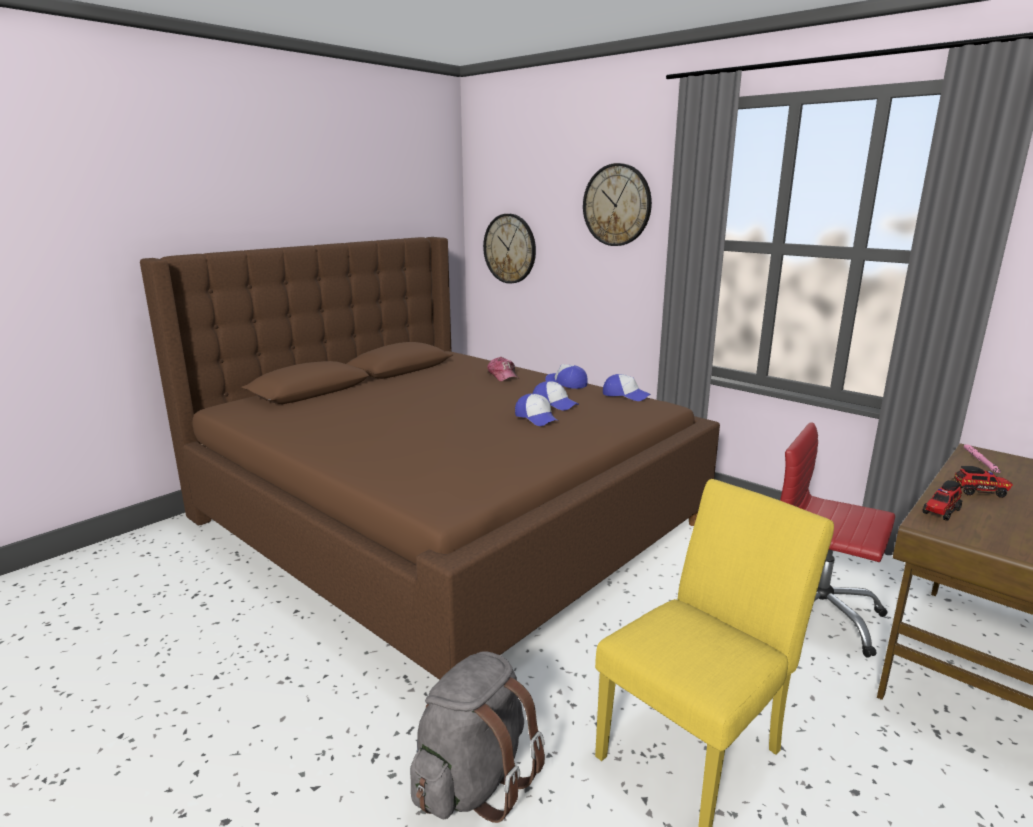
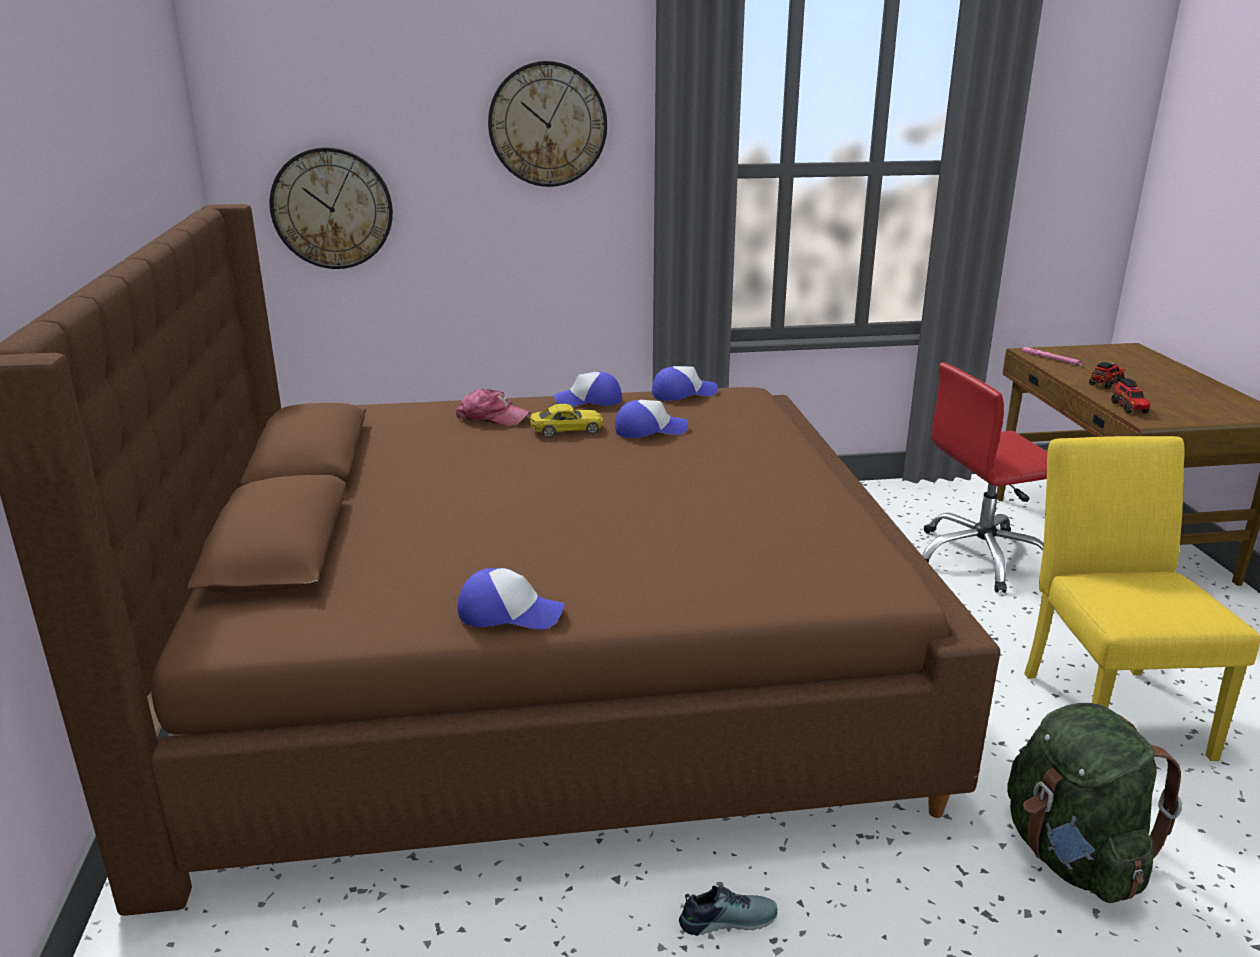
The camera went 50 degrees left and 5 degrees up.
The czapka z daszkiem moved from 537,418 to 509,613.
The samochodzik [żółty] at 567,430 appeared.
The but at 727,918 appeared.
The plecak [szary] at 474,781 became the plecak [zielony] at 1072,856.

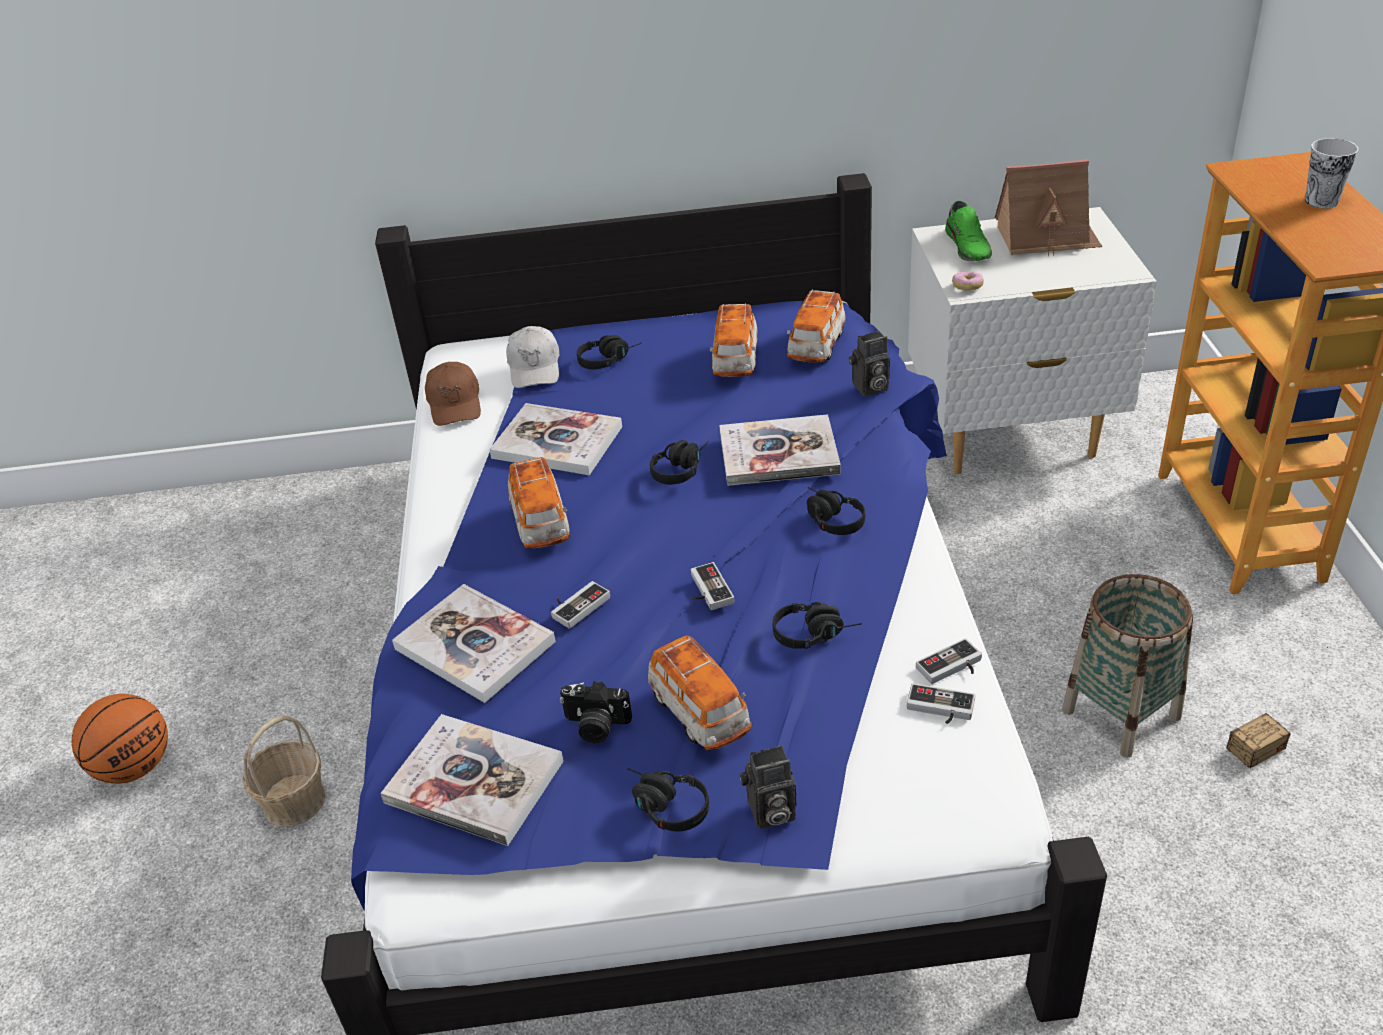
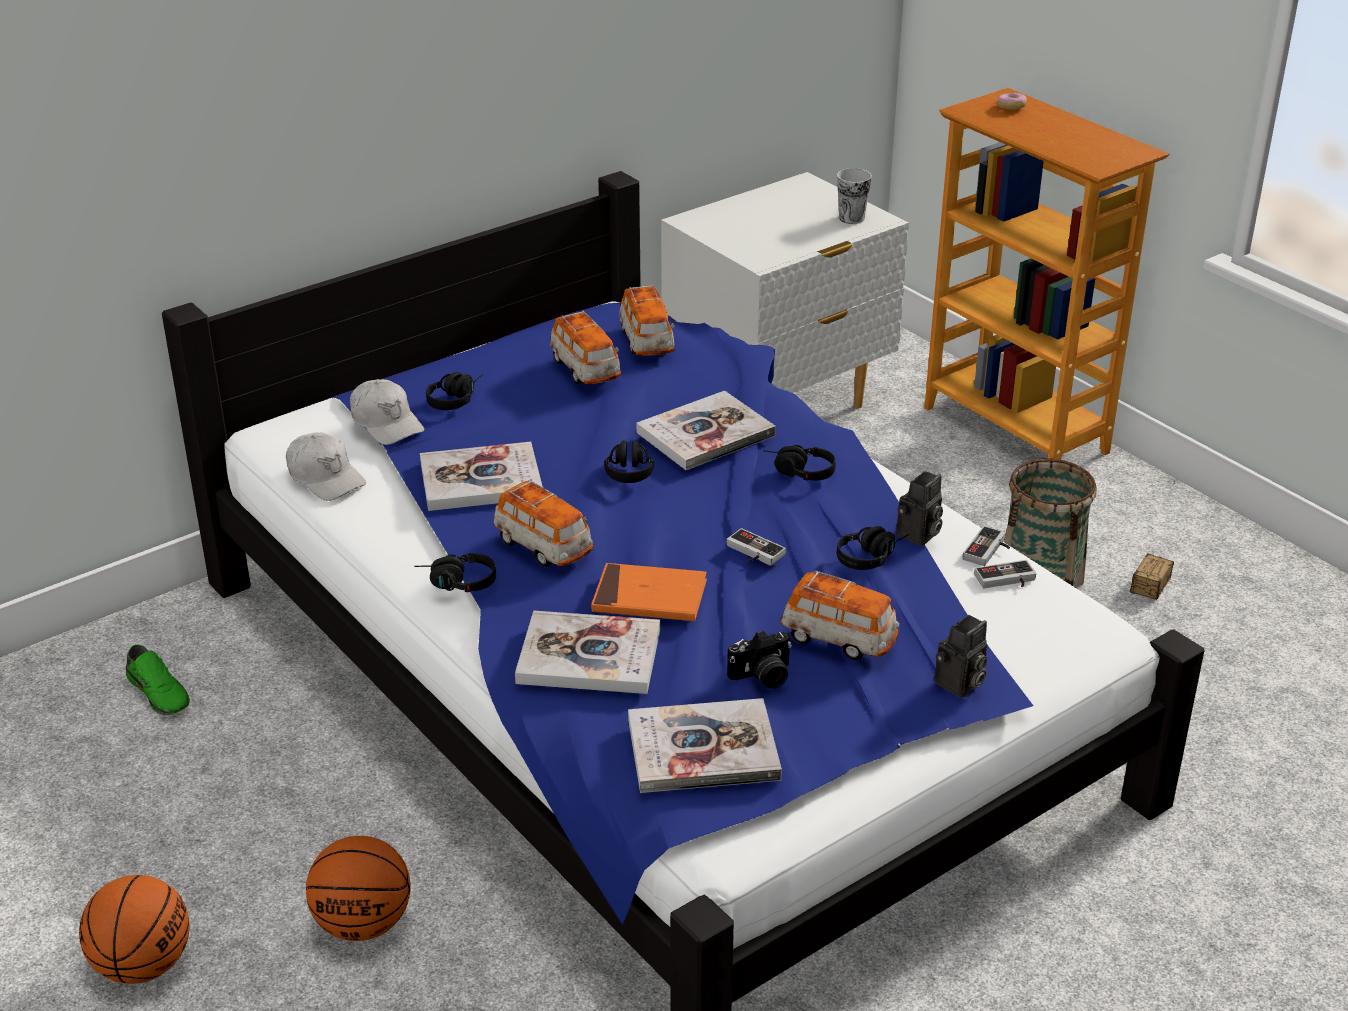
The camera went 35 degrees left and 5 degrees down.
The but [zielony] moved from 969,246 to 160,692.
The czapka z daszkiem [brązowy] at 455,403 became the czapka z daszkiem [biały] at 325,477.
The koszyk at 294,801 was replaced by the piłka do koszykówki at 363,924.
The słuchawki [czarny] moved from 663,806 to 455,584.
The pad do gier at 577,605 was replaced by the książka [pomarańczowy] at 649,598.
The filiżanka moved from 1321,201 to 851,218.
The aparat fotograficzny moved from 869,388 to 918,536.
The donut moved from 967,287 to 1011,107.
The domek at 1046,237 disappeared.

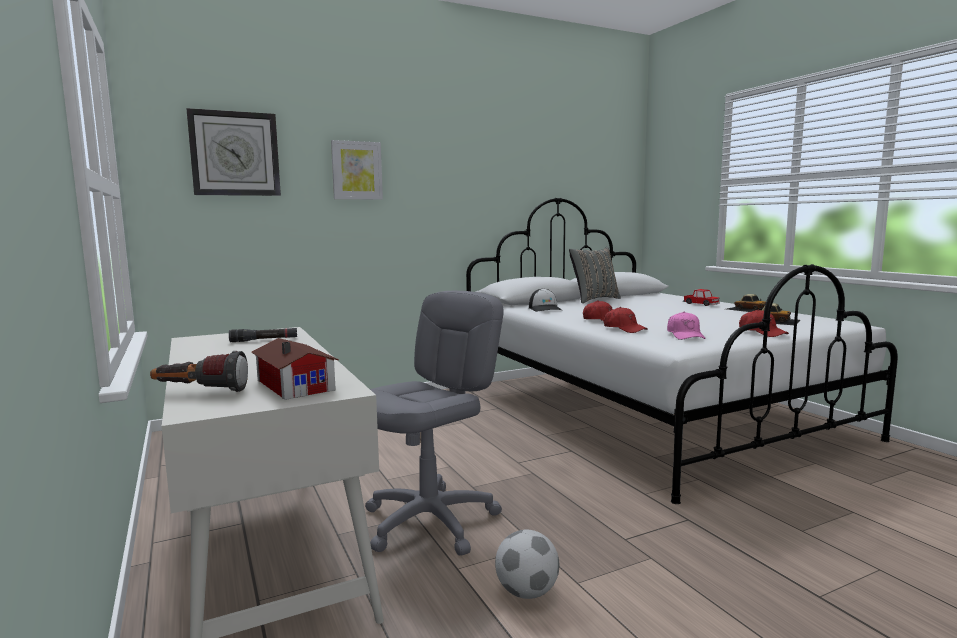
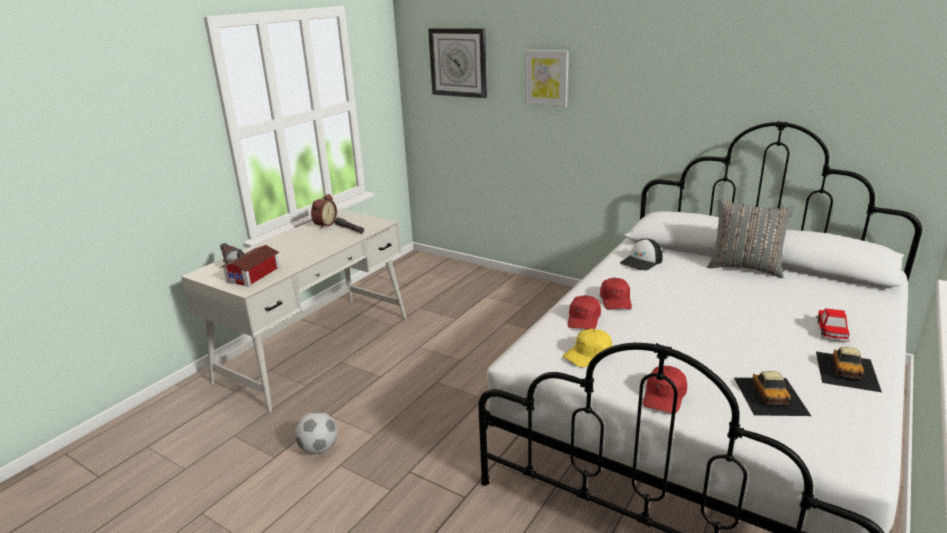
The camera went 60 degrees right and 15 degrees up.
The budzik at 324,224 appeared.
The czapka z daszkiem [różowy] at 685,335 became the czapka z daszkiem [żółty] at 588,354.
The krzesło biurowe [szary] at 430,521 disappeared.

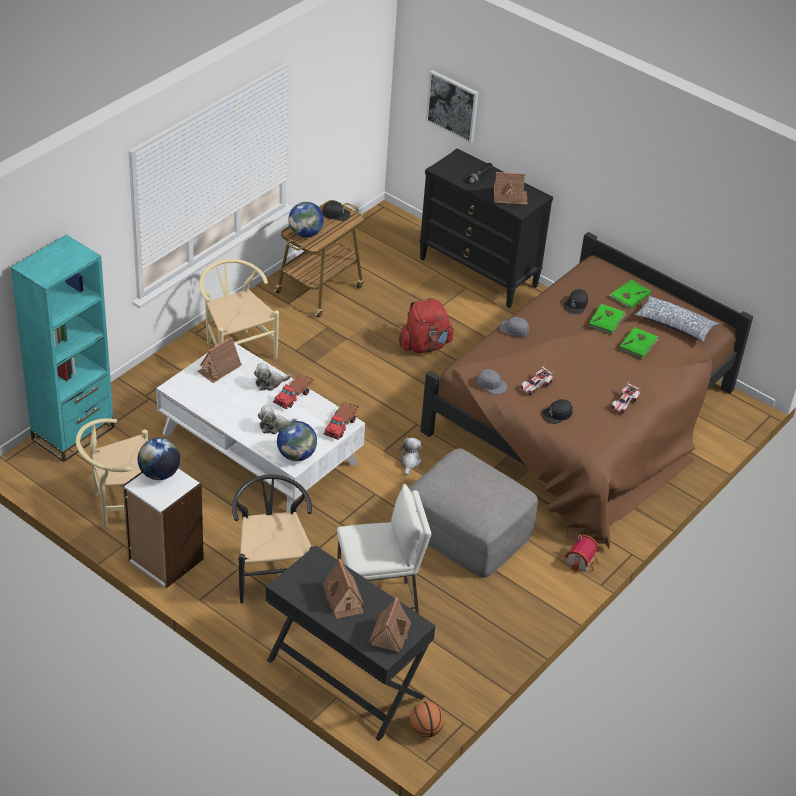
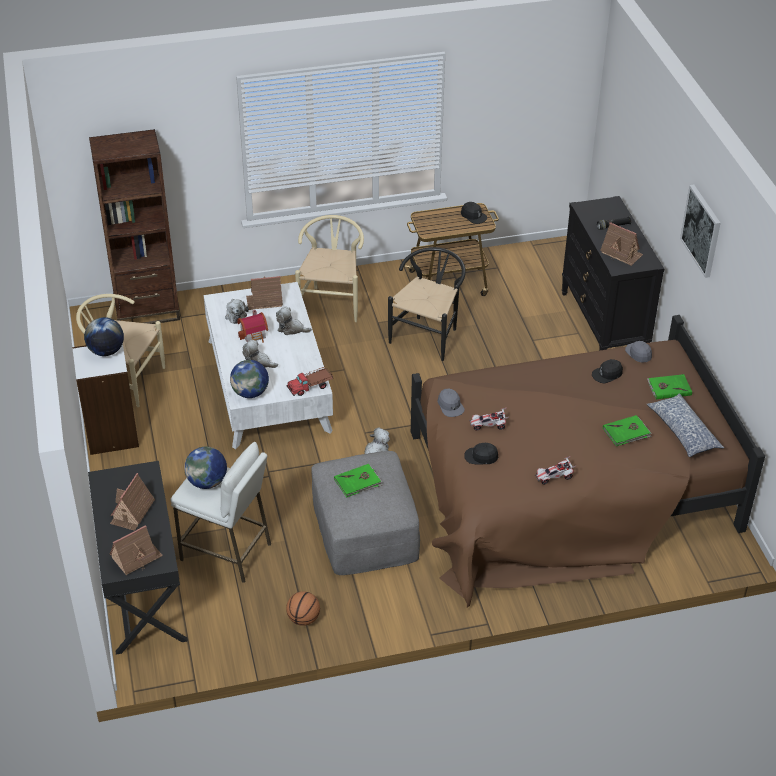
The camera went 40 degrees right and 0 degrees up.
The regał [turkusowy] at 73,433 became the regał [brązowy] at 147,311.
The globus moved from 305,233 to 207,482.
The pluszak at 236,315 appeared.
The domek moved from 582,561 to 254,335.
The piłka do koszykówki moved from 425,730 to 303,619.
The książka [zielony] moved from 606,320 to 358,482.
The krzesło [czarny] moved from 271,572 to 428,334.
The czapka z daszkiem [szary] moved from 514,329 to 638,353.
The obraz moved from 453,106 to 702,230.
The ciężarówka zabawkowa at 293,396 disappeared.
The plecak [czerwony] at 424,345 disappeared.

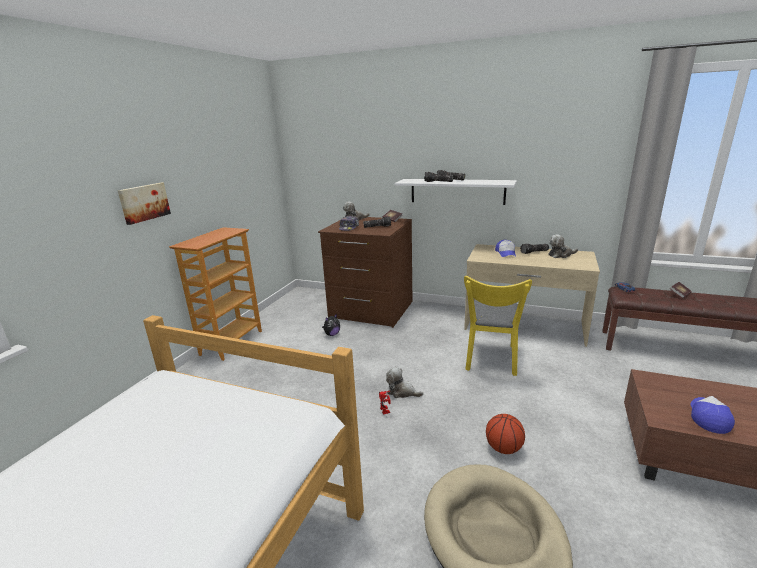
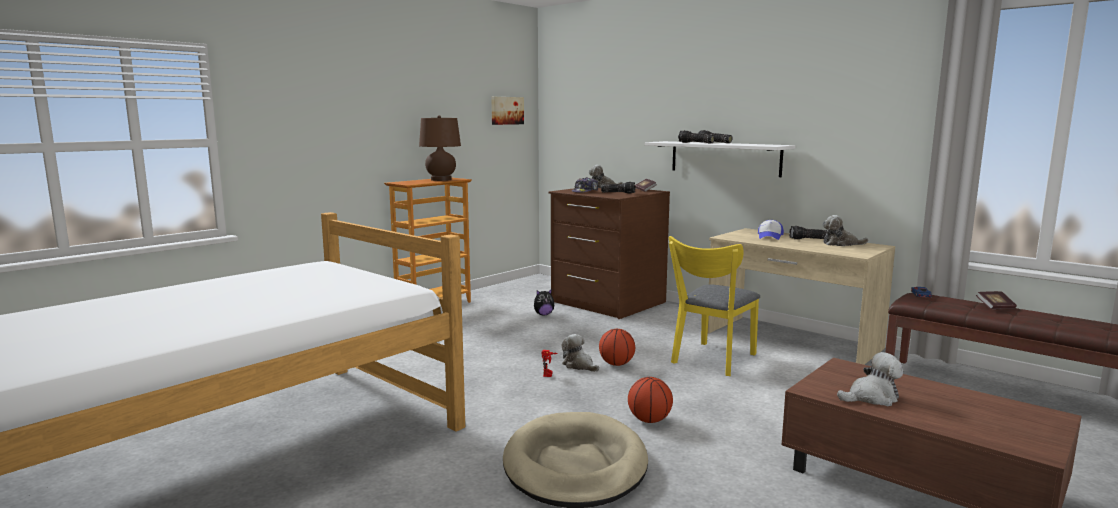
The camera went 20 degrees right and 10 degrees down.
The lampa stołowa [brązowy] at 441,179 appeared.
The obraz moved from 144,202 to 506,110.
The piłka do koszykówki at 616,364 appeared.
The czapka z daszkiem at 708,417 was replaced by the pluszak at 871,398.

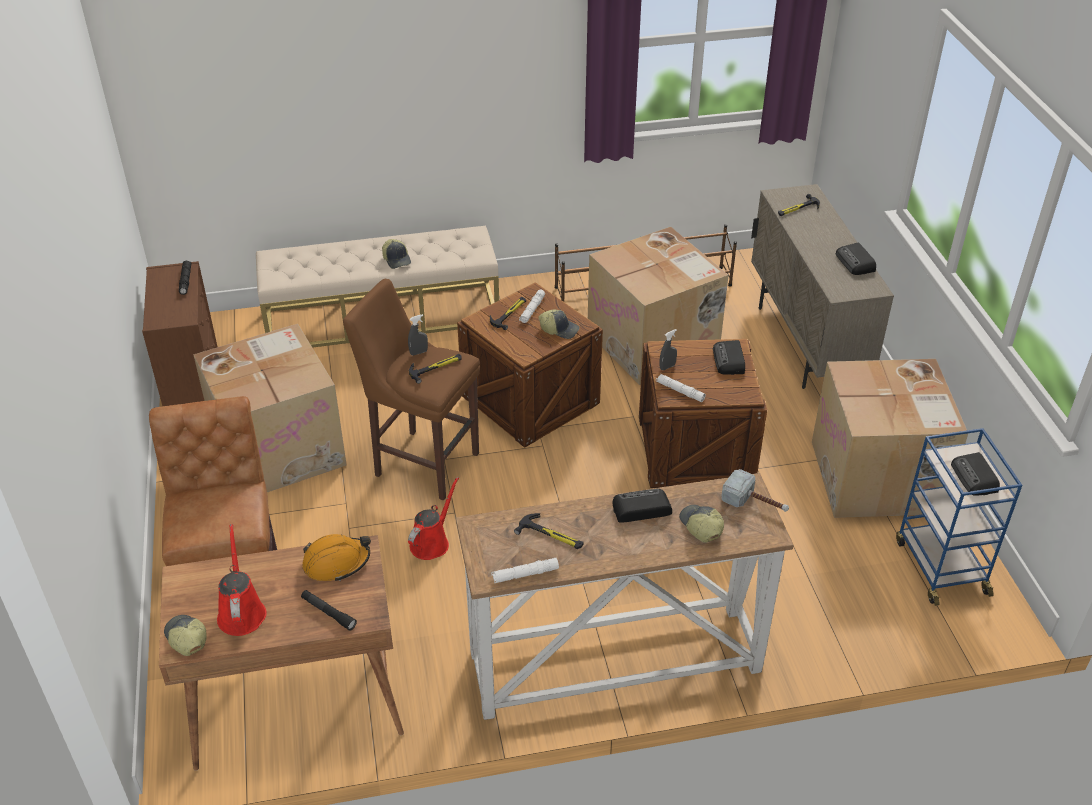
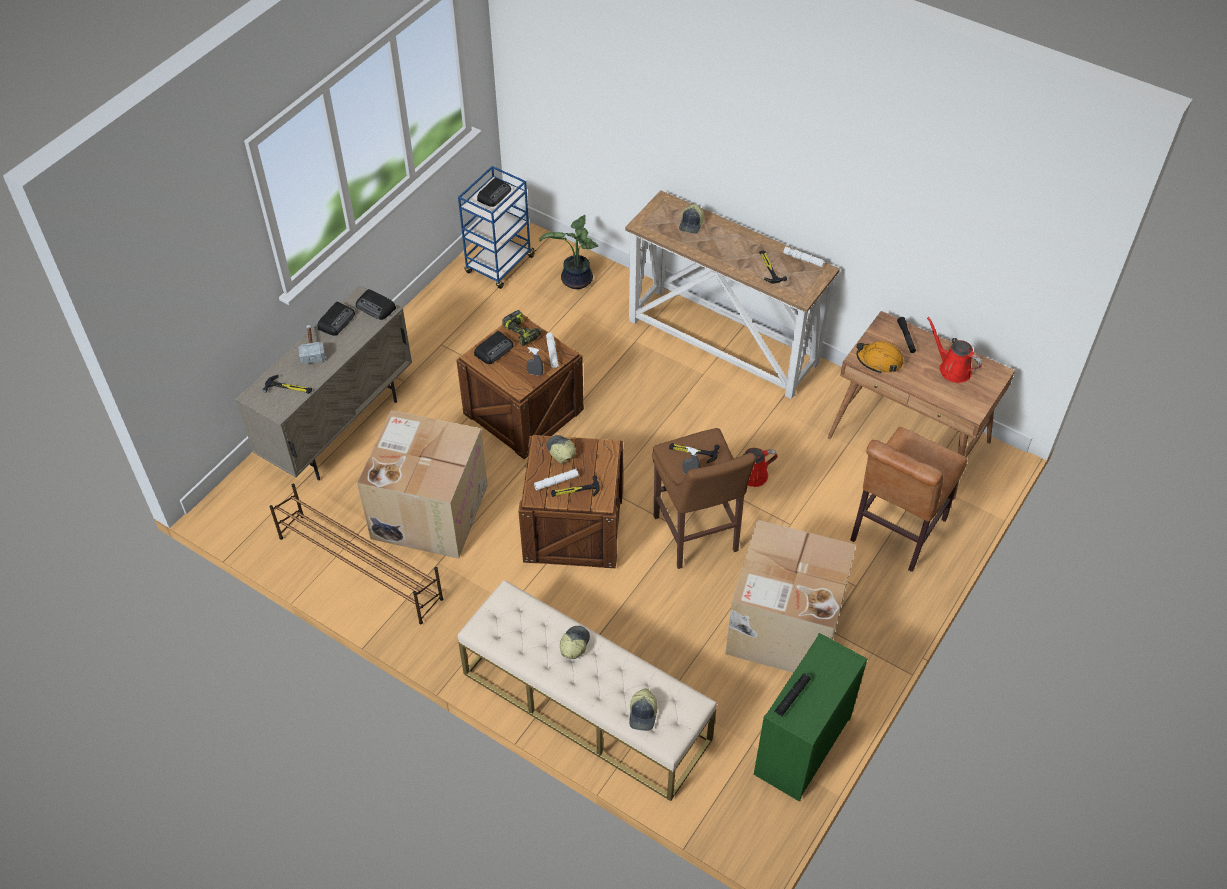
The camera went 135 degrees left and 10 degrees up.
The młotek moved from 755,503 to 311,347.
The radio moved from 640,509 to 376,307.
The wiertarka at 523,332 appeared.
The roślina doniczkowa at 575,281 appeared.
The czapka z daszkiem moved from 186,638 to 643,714.
The komoda [brązowy] at 194,387 became the komoda [zielony] at 802,747.
The konewka [czerwony] at 241,612 turned 105 degrees clockwise.
The karton at 877,478 disappeared.

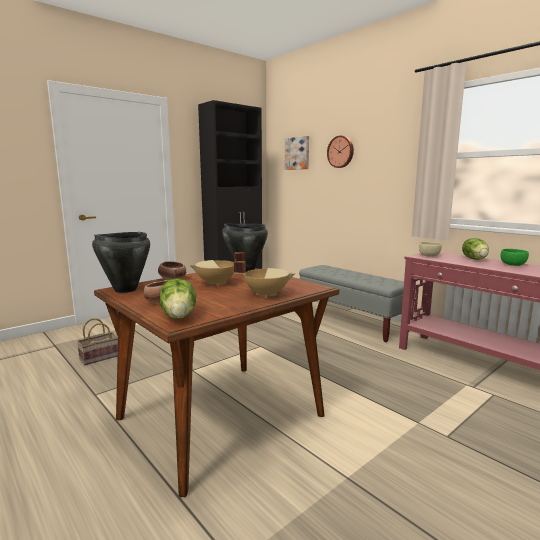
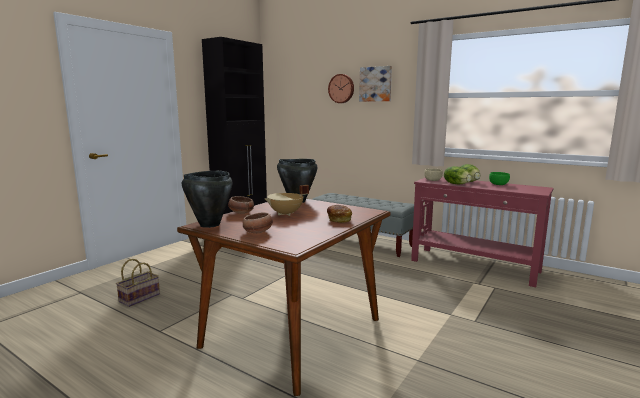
The camera went 15 degrees left and 0 degrees up.
The garnek [beżowy] at 266,294 was replaced by the chleb at 339,220.
The obraz moved from 297,153 to 376,84.
The sałata moved from 179,316 to 456,184.

